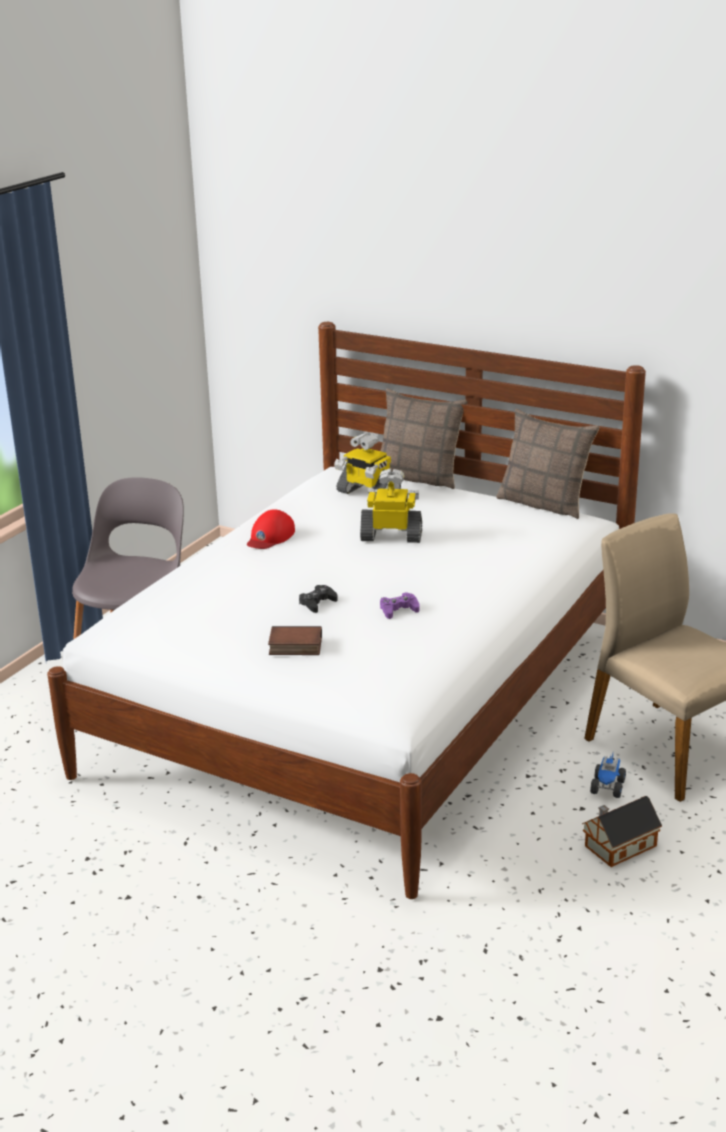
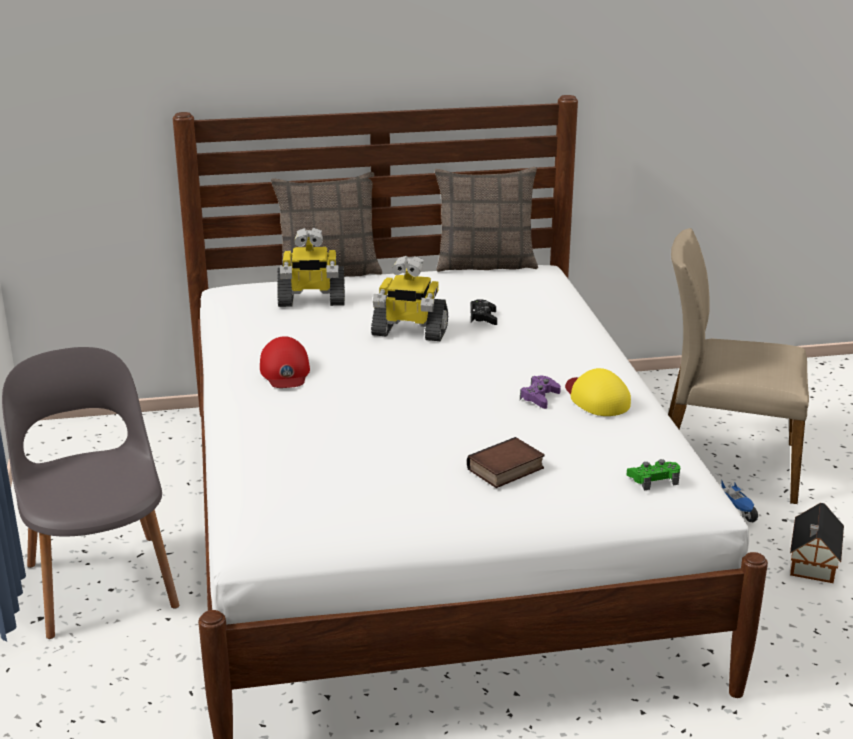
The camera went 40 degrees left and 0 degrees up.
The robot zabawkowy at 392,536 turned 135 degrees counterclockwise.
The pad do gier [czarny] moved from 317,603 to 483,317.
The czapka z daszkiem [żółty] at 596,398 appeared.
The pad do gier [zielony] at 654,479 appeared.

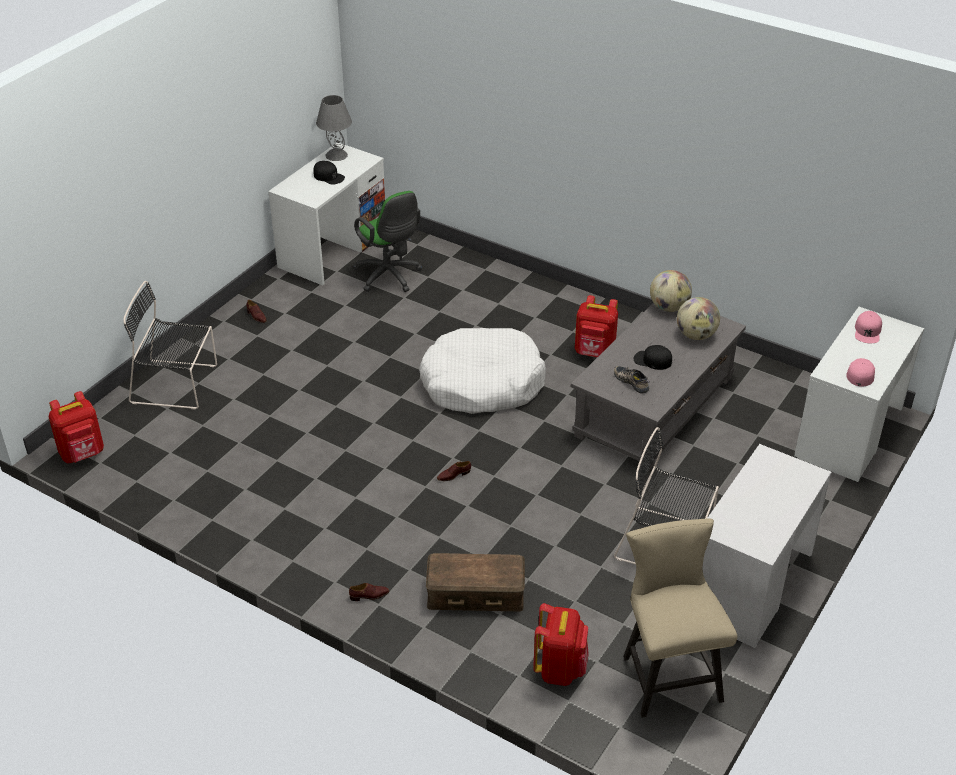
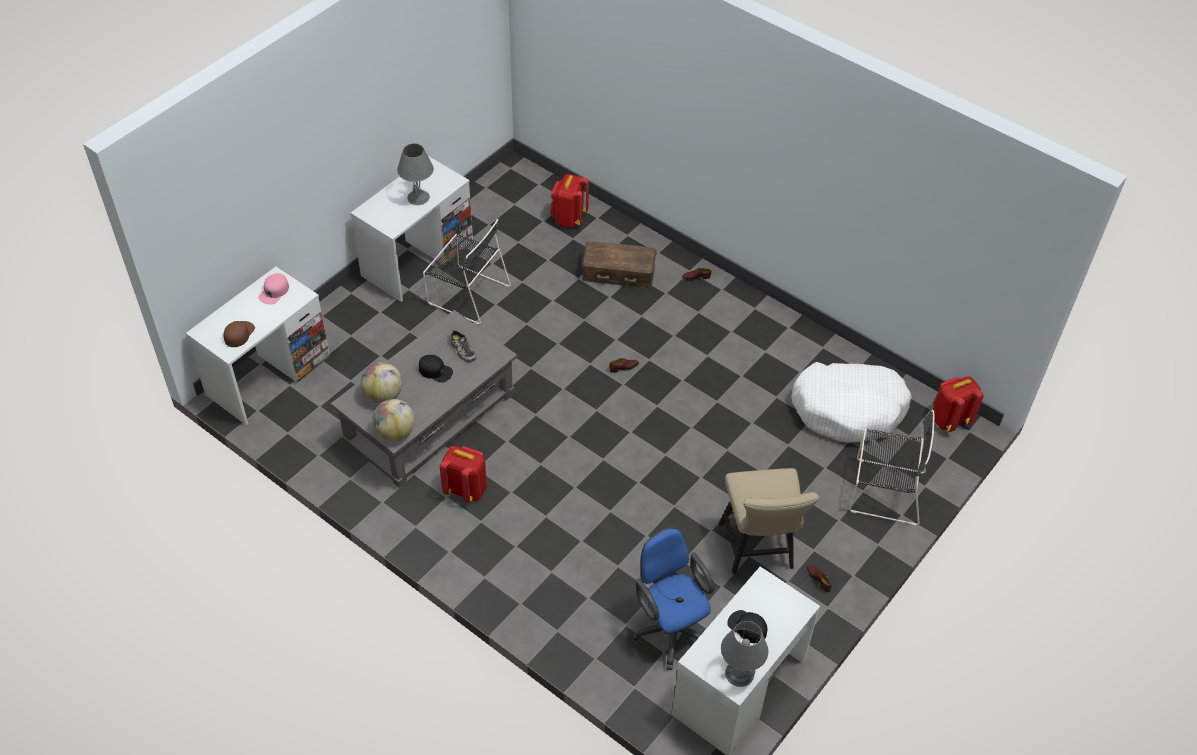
The camera went 175 degrees left and 10 degrees up.
The czapka z daszkiem [różowy] at 867,331 became the czapka z daszkiem [brązowy] at 239,334.
The lampa stołowa [szary] at 418,197 appeared.
The krzesło biurowe [zielony] at 389,277 became the krzesło biurowe [niebieski] at 670,628.
The krzesło [beżowy] moved from 668,673 to 758,550.
The legowisko [biały] moved from 482,383 to 849,409.

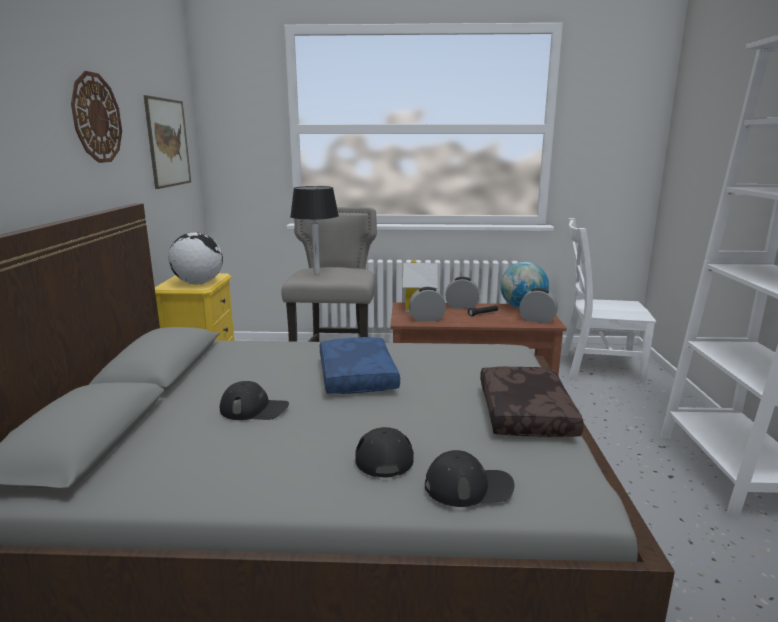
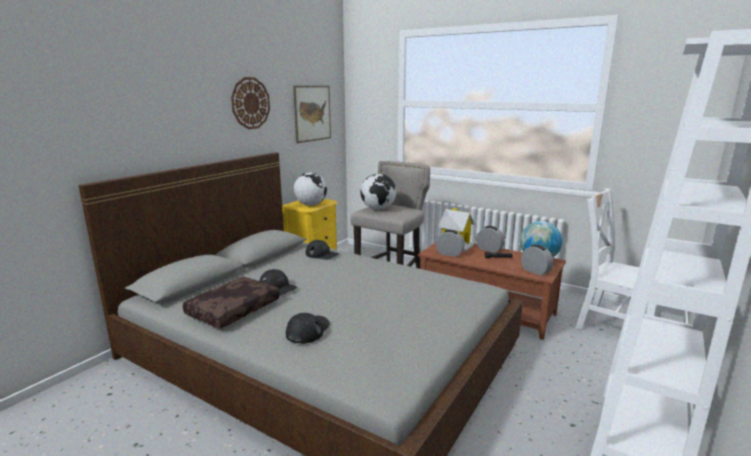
The camera went 30 degrees right and 0 degrees up.
The poduszka [brązowy] moved from 523,413 to 233,309.
The czapka z daszkiem [czarny] moved from 468,486 to 322,254.
The lampa stołowa [czarny] at 317,274 was replaced by the globus at 378,209.
The poduszka [niebieski] at 355,376 disappeared.

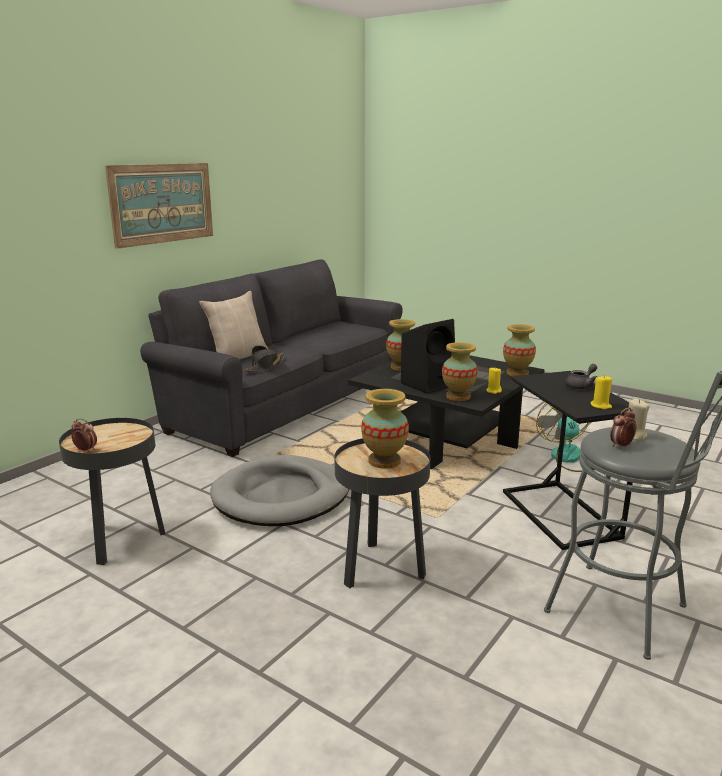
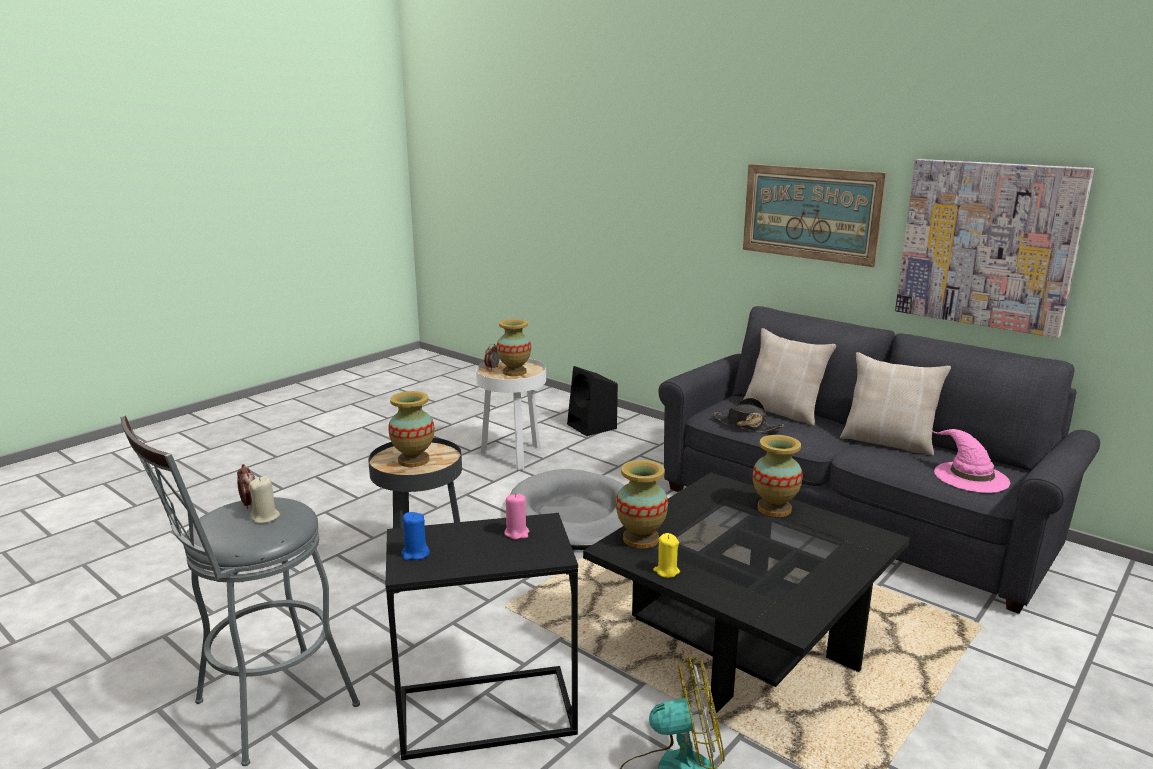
The camera went 95 degrees right and 0 degrees up.
The świeca [żółty] at 600,406 became the świeca [niebieski] at 415,554.
The stolik [czarny] at 121,540 became the stolik [biały] at 513,455.
The wazon moved from 517,373 to 514,372.
The świeca [różowy] at 517,533 appeared.
The głośnik [czarny] moved from 429,384 to 593,427.
The poduszka [beżowy] at 888,442 appeared.
The obraz at 987,245 appeared.
The kapelusz [różowy] at 970,476 appeared.
The imbryk [szary] at 581,386 disappeared.

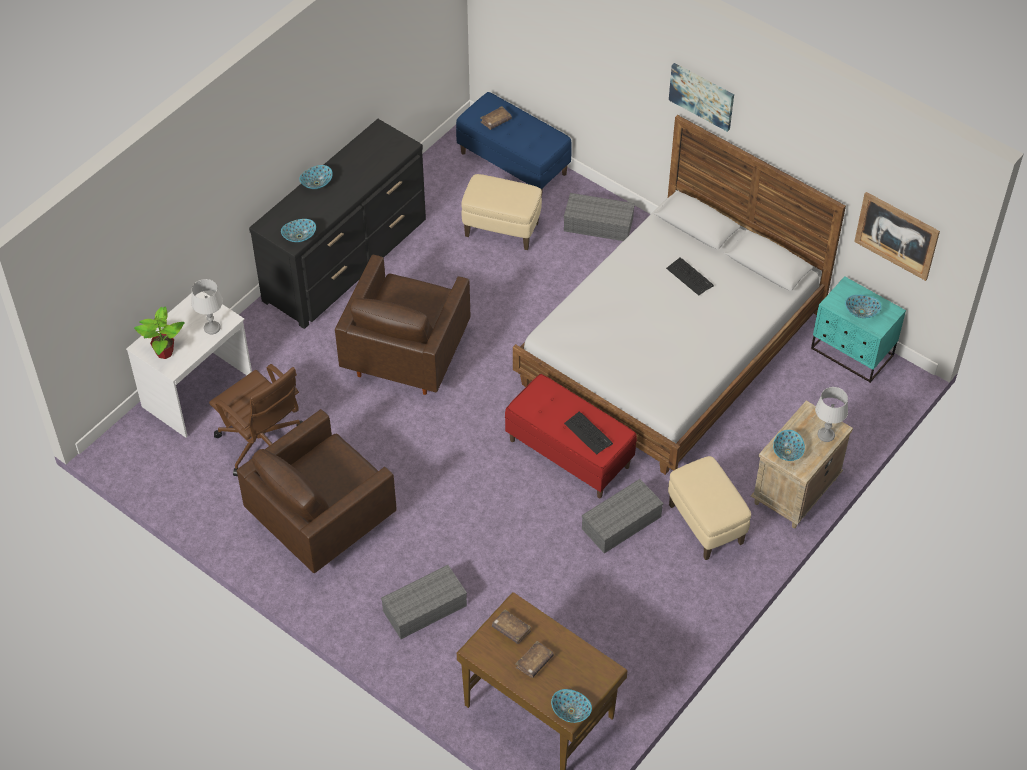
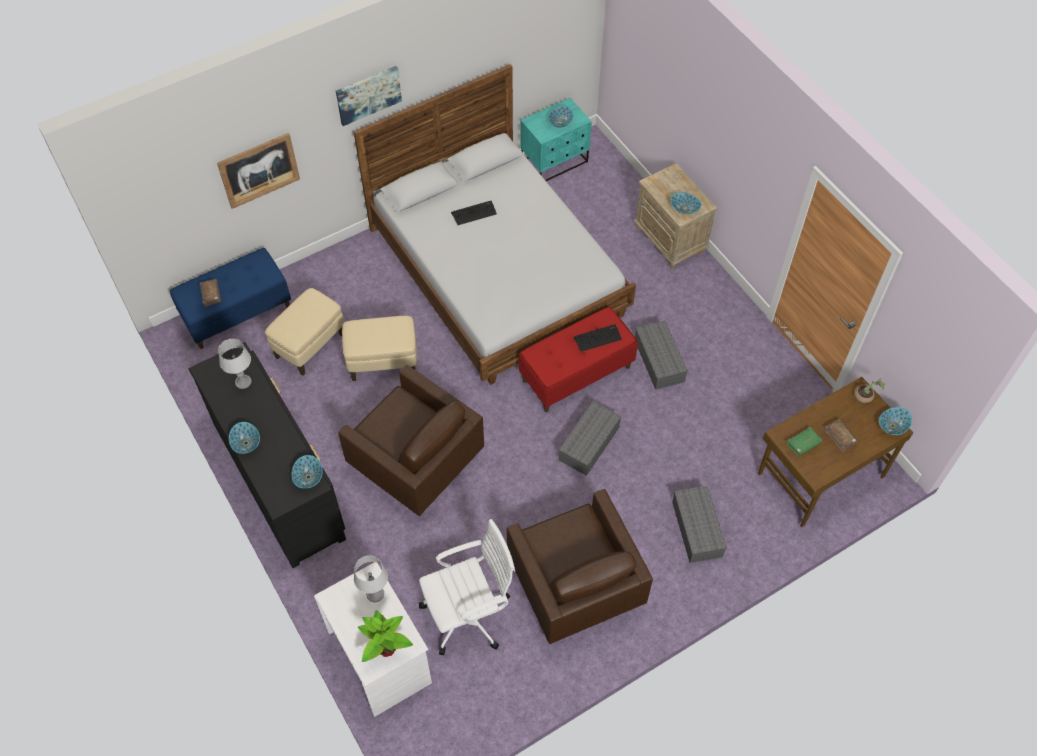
The camera went 70 degrees left and 5 degrees up.
The obraz moved from 896,235 to 259,170.
The lampa stołowa [szary] moved from 826,435 to 243,382.
The pufa [beżowy] moved from 706,524 to 383,362.
The krzesło biurowe [brązowy] at 262,445 became the krzesło biurowe [biały] at 469,614.
The pojemnik do przechowywania [szary] moved from 597,225 to 589,444.
The książka [brązowy] at 511,629 became the książka [zielony] at 803,444.
The roślina doniczkowa at 866,396 appeared.

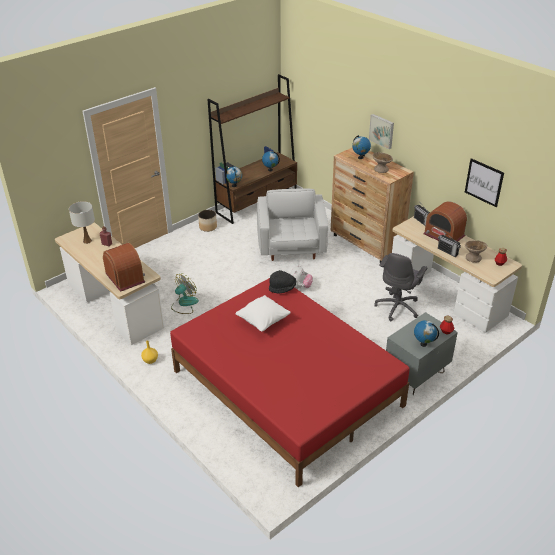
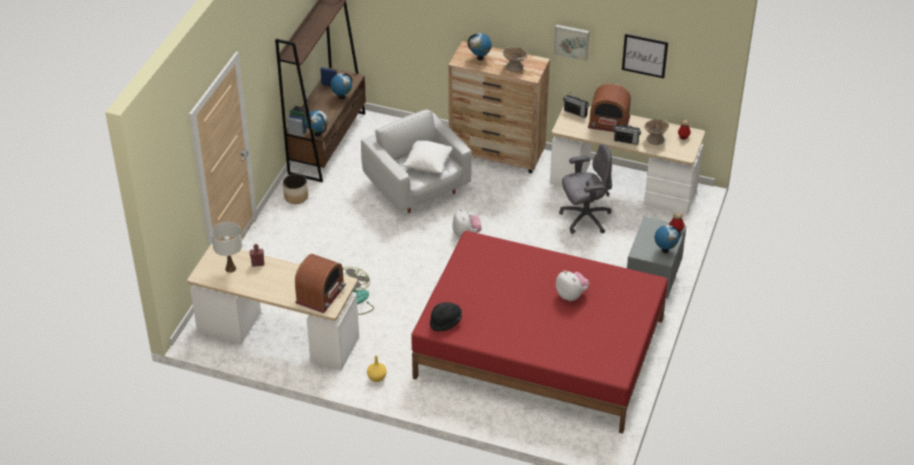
The camera went 30 degrees left and 5 degrees up.
The radio at 125,277 turned 90 degrees clockwise.
The poduszka [biały] moved from 263,321 to 428,165.
The kapelusz [czarny] moved from 282,288 to 445,322.
The obraz moved from 382,131 to 572,41.
The pluszak at 571,295 appeared.
The krzesło biurowe [szary] at 398,307 turned 105 degrees counterclockwise.

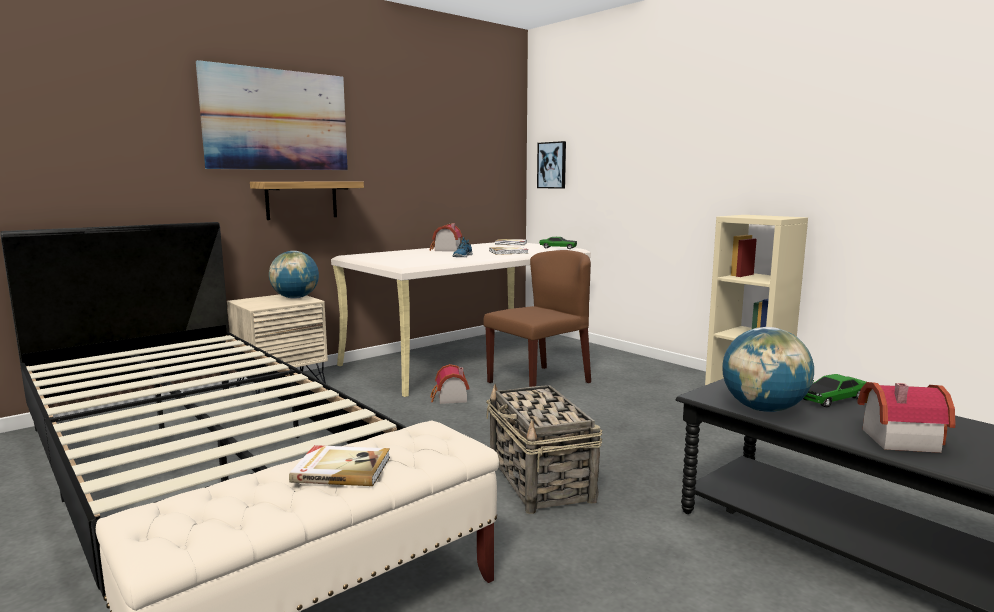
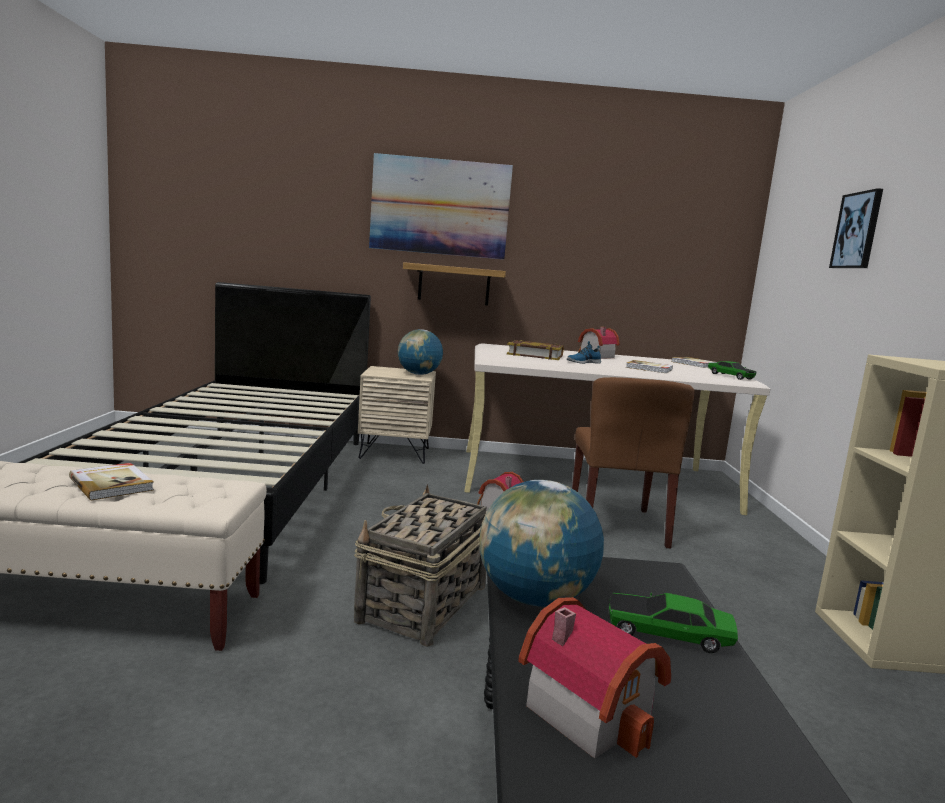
The camera went 40 degrees right and 0 degrees up.
The książka at 535,355 appeared.
The krzesło [brązowy] at 539,382 turned 90 degrees clockwise.
The obraz moved from 552,165 to 857,230.

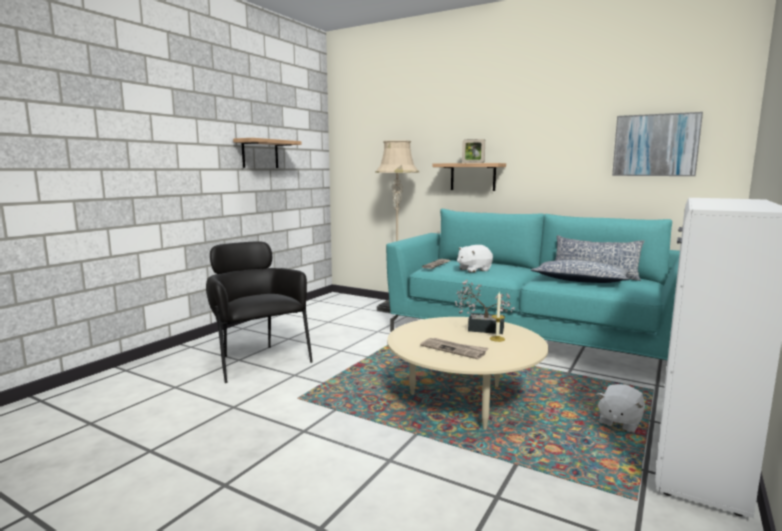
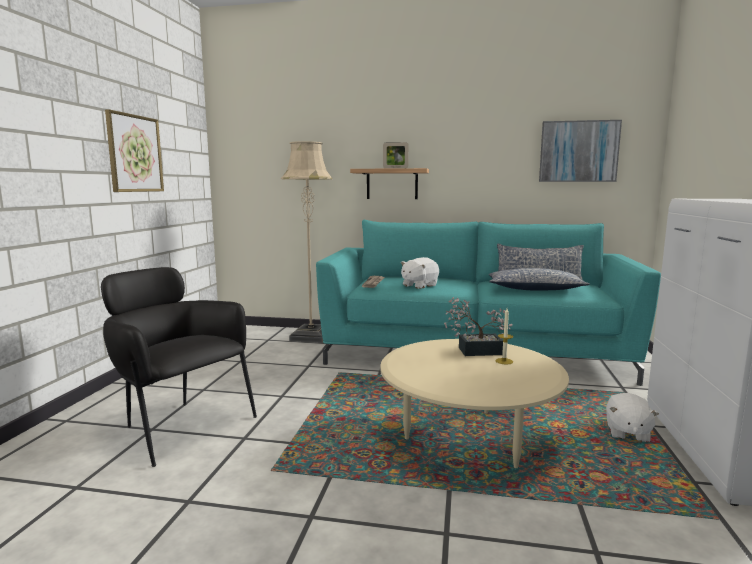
The camera went 20 degrees left and 0 degrees up.
The półka at 260,154 was replaced by the obraz at 135,153.
The gazeta at 454,349 disappeared.

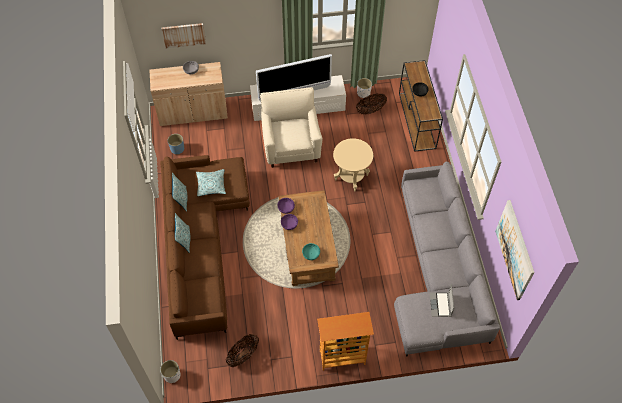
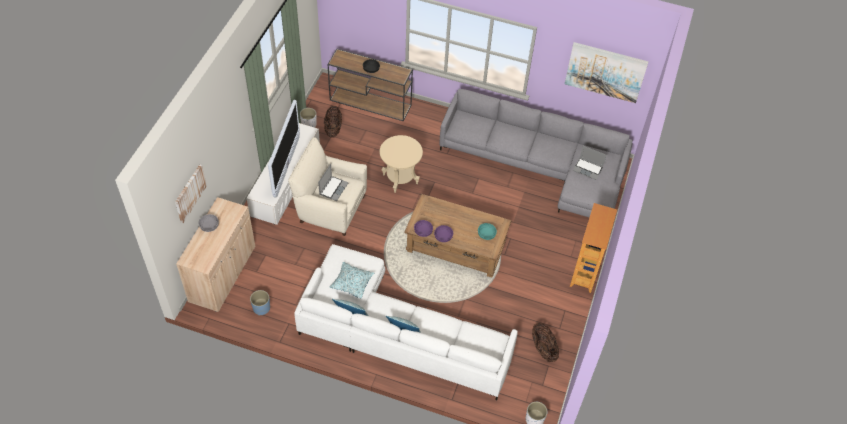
The camera went 65 degrees left and 5 degrees down.
The kanapa [brązowy] at 202,242 became the kanapa [biały] at 396,333.
The laptop at 333,188 appeared.

